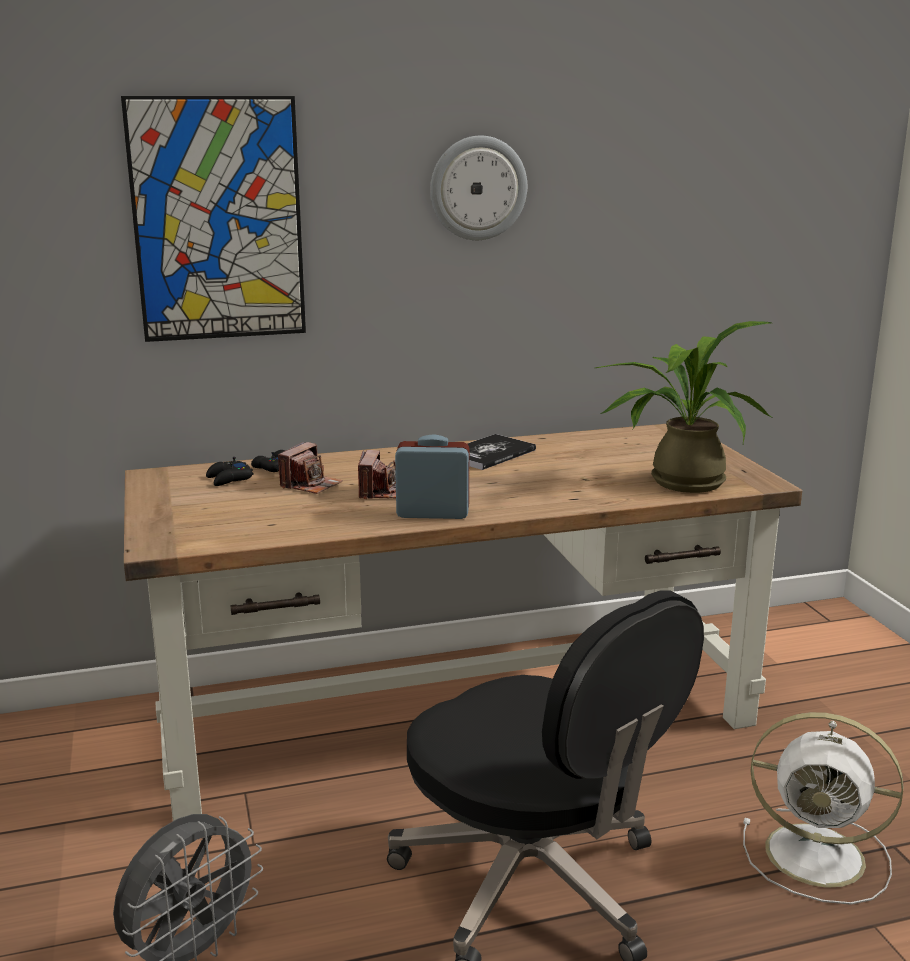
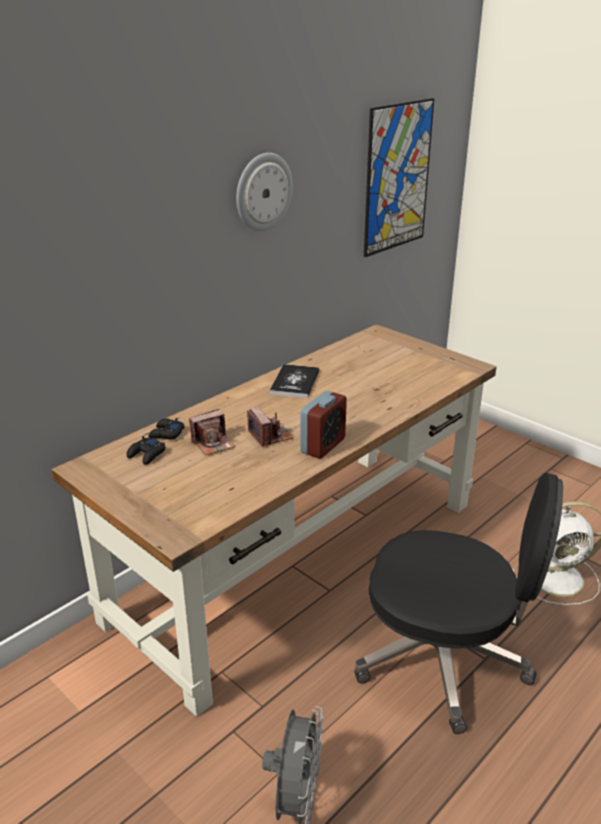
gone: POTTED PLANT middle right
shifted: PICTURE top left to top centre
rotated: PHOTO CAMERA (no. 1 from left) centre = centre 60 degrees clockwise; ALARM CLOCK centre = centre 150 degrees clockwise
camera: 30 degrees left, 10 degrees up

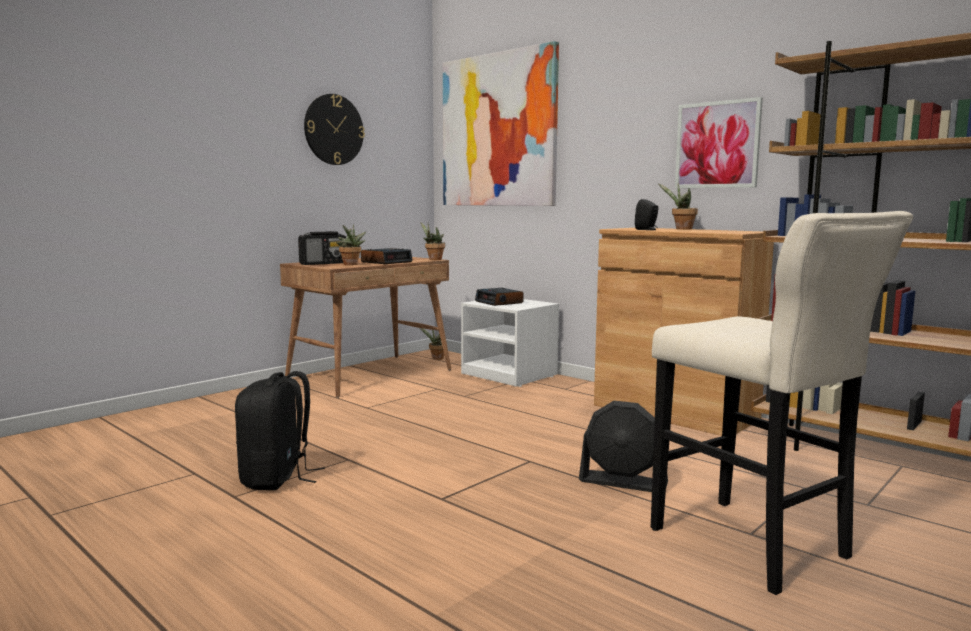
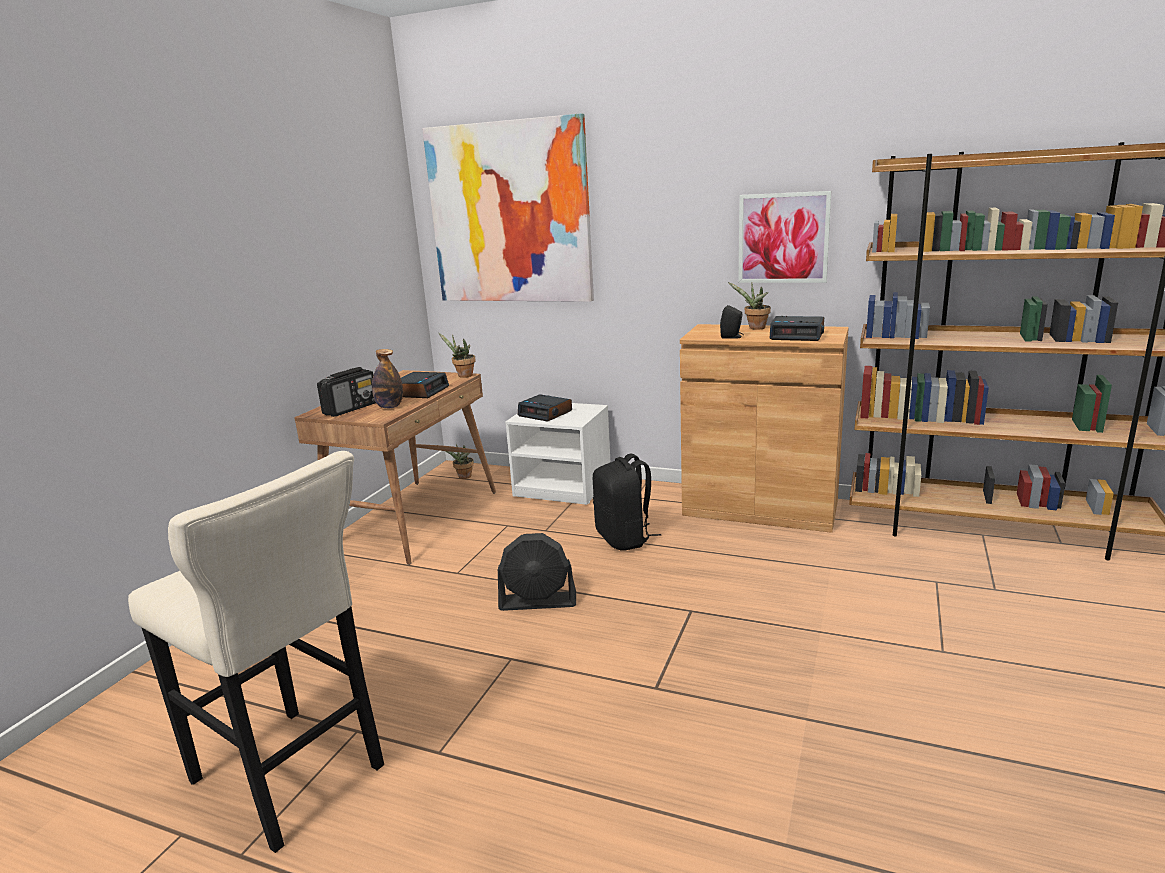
gone: WALL CLOCK top centre
new: ALARM CLOCK (no. 3 from left) middle right
shifted: BLACK BACKPACK bottom left to centre; BLACK FAN bottom centre to centre; BEIGE STOOL middle right to bottom left
swapped: POTTED PLANT (no. 1 from left) centre to BOTTLE middle left
camera: 20 degrees left, 10 degrees up

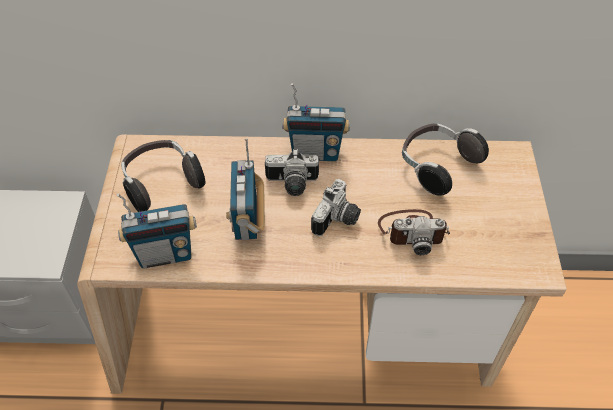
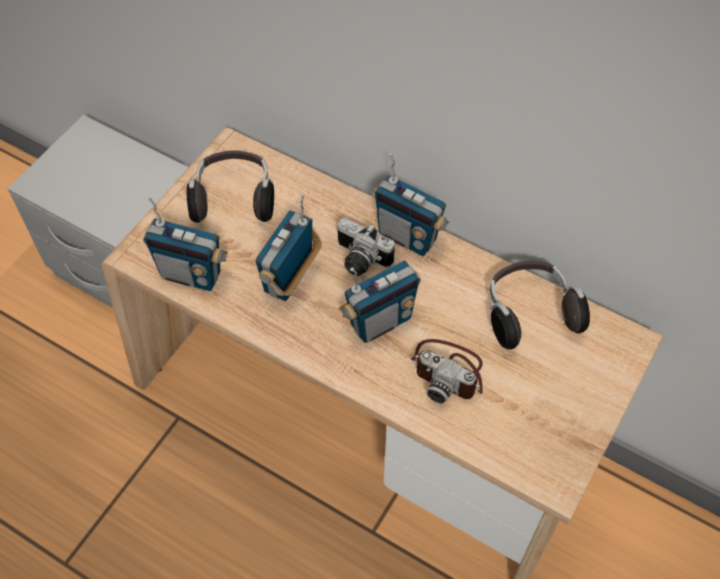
swapped: PHOTO CAMERA (no. 2 from left) centre to RADIO (no. 3 from left) centre
camera: 30 degrees right, 5 degrees up

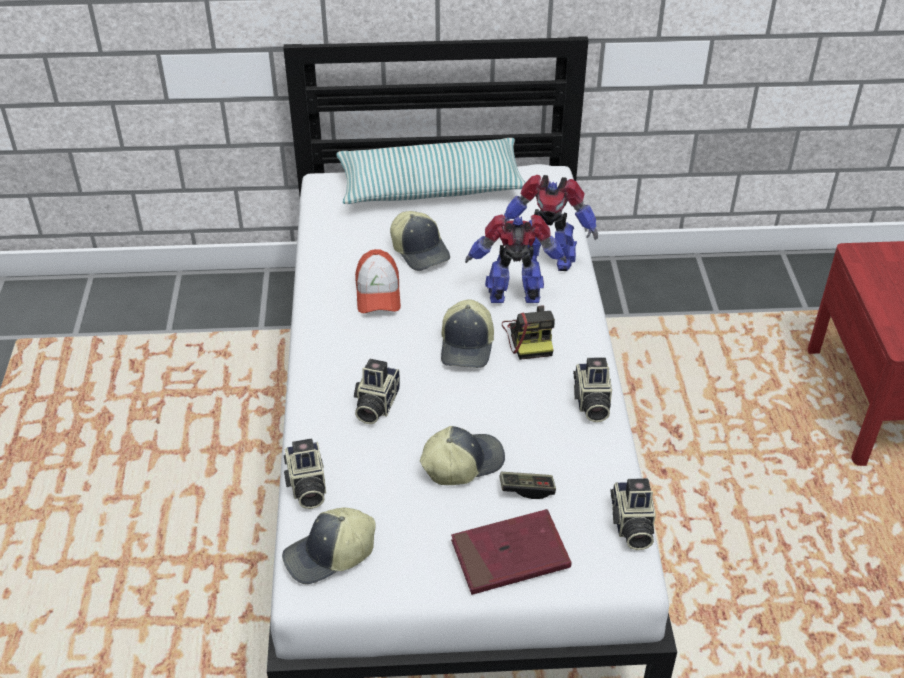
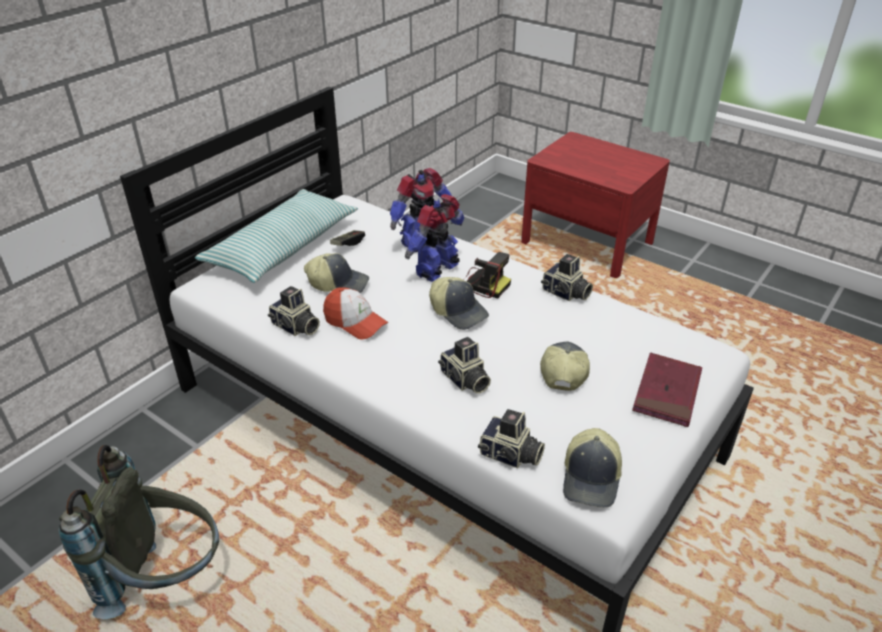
new: GREY BACKPACK bottom left
shifted: GAME CONTROLLER bottom centre to centre; PHOTO CAMERA (no. 5 from left in the first image) bottom right to PHOTO CAMERA (no. 1 from left) centre
camera: 50 degrees left, 5 degrees down

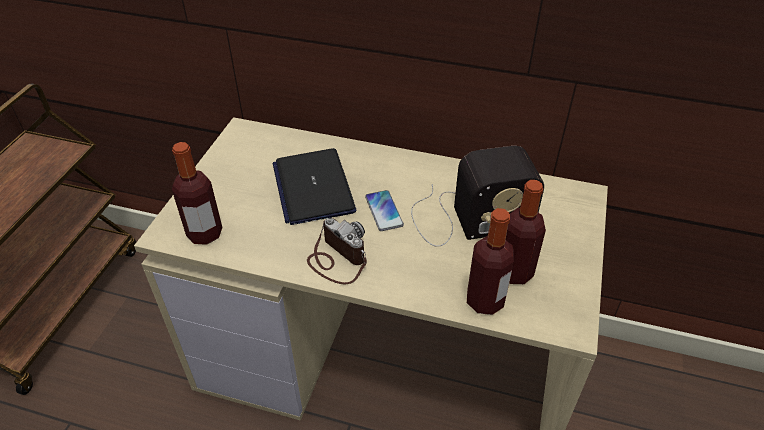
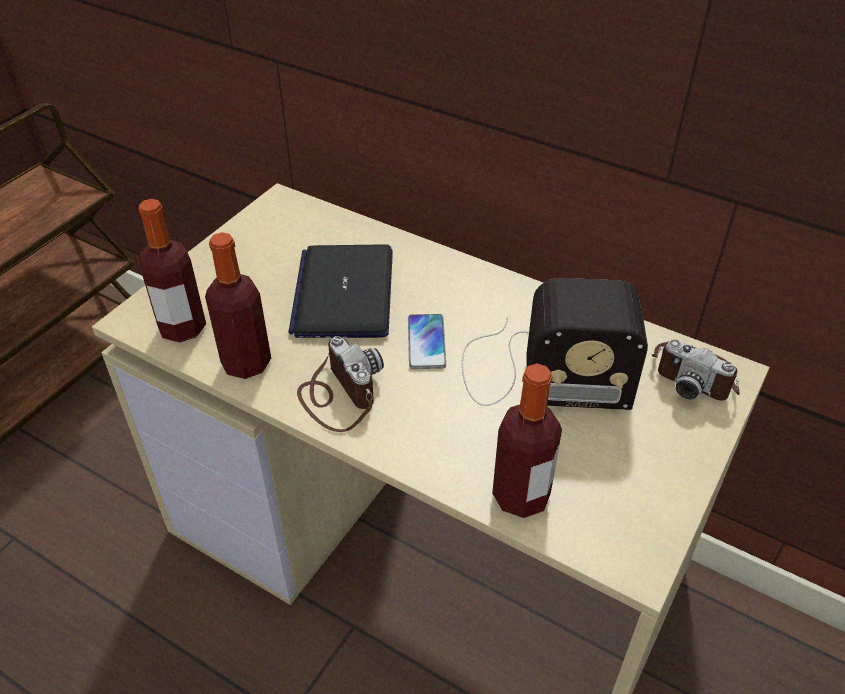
new: PHOTO CAMERA (no. 2 from left) middle right
shifted: BOTTLE (no. 3 from left in the first image) middle right to BOTTLE (no. 2 from left) middle left
camera: 15 degrees right, 0 degrees up

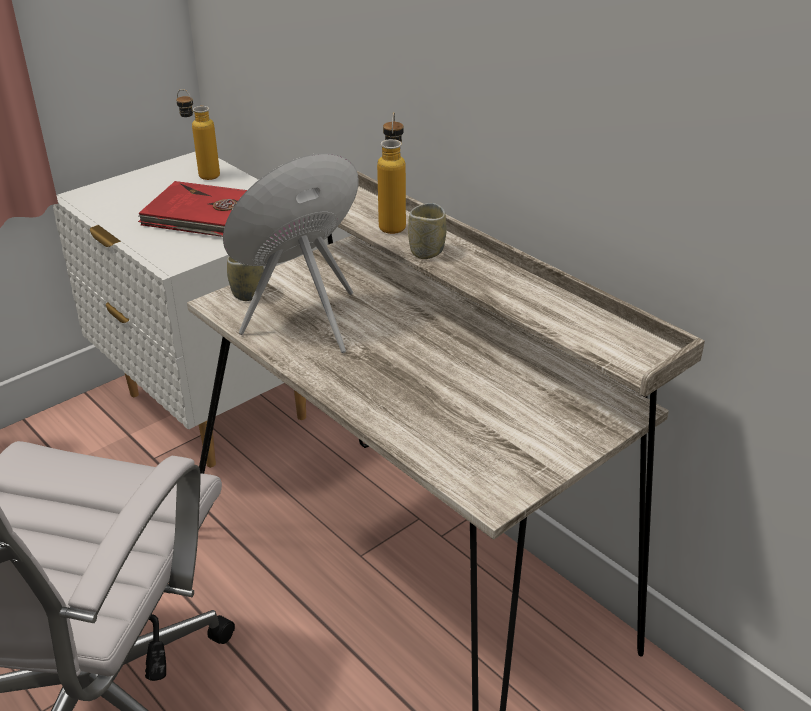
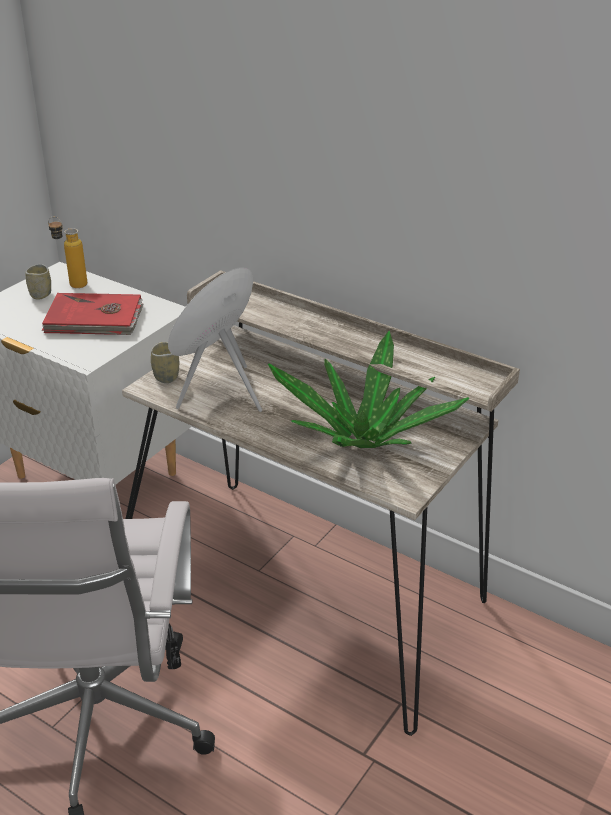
gone: BOTTLE (no. 2 from left) top centre
new: POTTED PLANT centre
shifted: CUP (no. 2 from left in the first image) top centre to CUP (no. 1 from left) middle left
camera: 15 degrees left, 0 degrees up

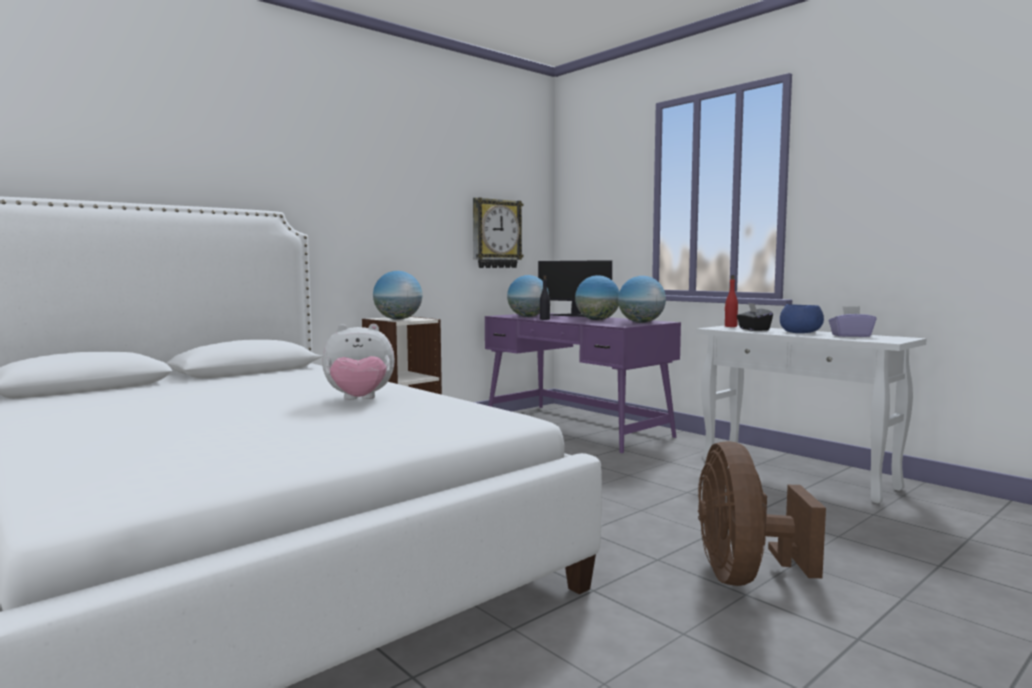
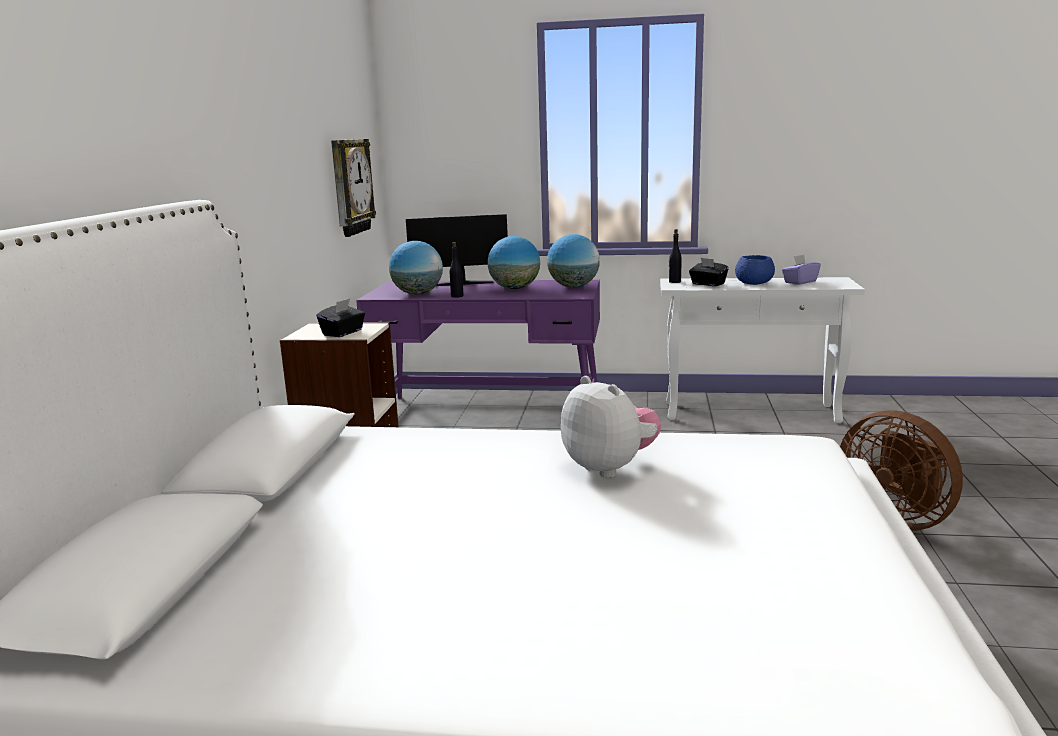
swapped: GLOBE (no. 1 from left) centre to BLACK TISSUE BOX (no. 1 from left) middle left
repainted: RED BOTTLE middle right to BLACK BOTTLE (no. 2 from left) centre
rotated: PLUSH TOY centre = centre 75 degrees counterclockwise
camera: 40 degrees left, 10 degrees up

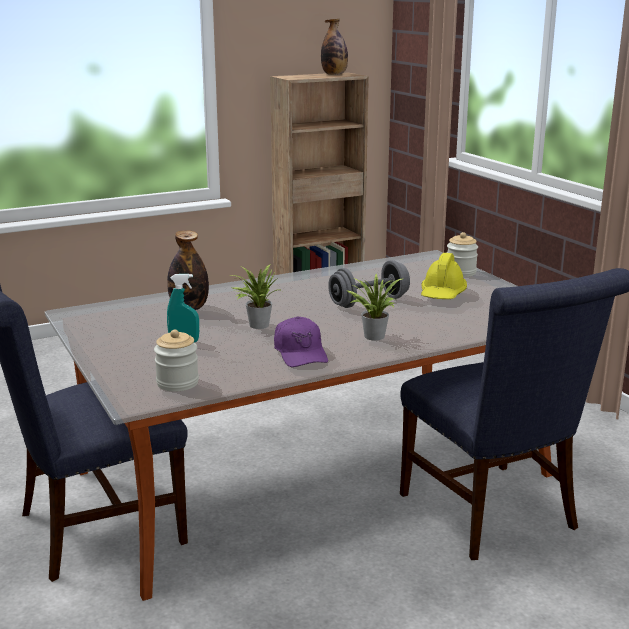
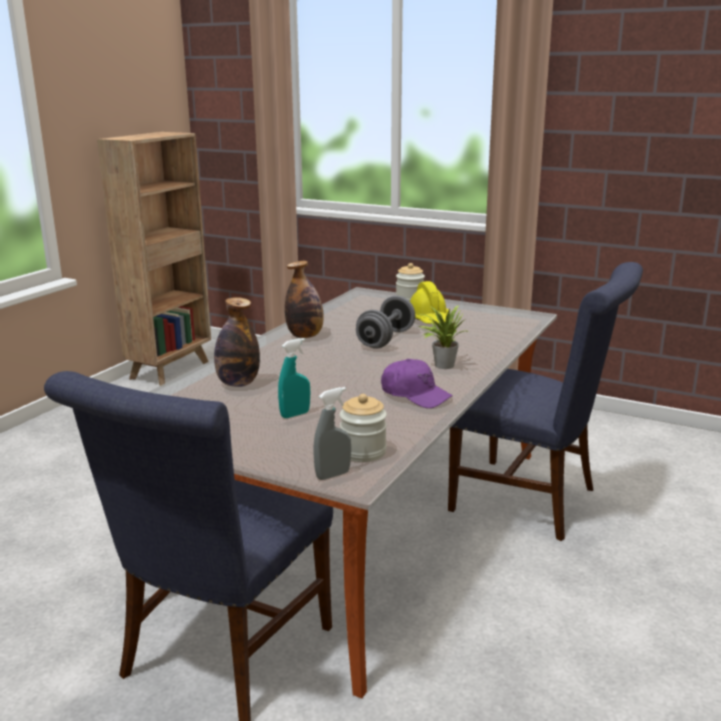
gone: POTTED PLANT (no. 1 from left) centre
new: GREY SPRAY BOTTLE centre
shifted: BOTTLE (no. 2 from left) top centre to centre
camera: 35 degrees left, 0 degrees up

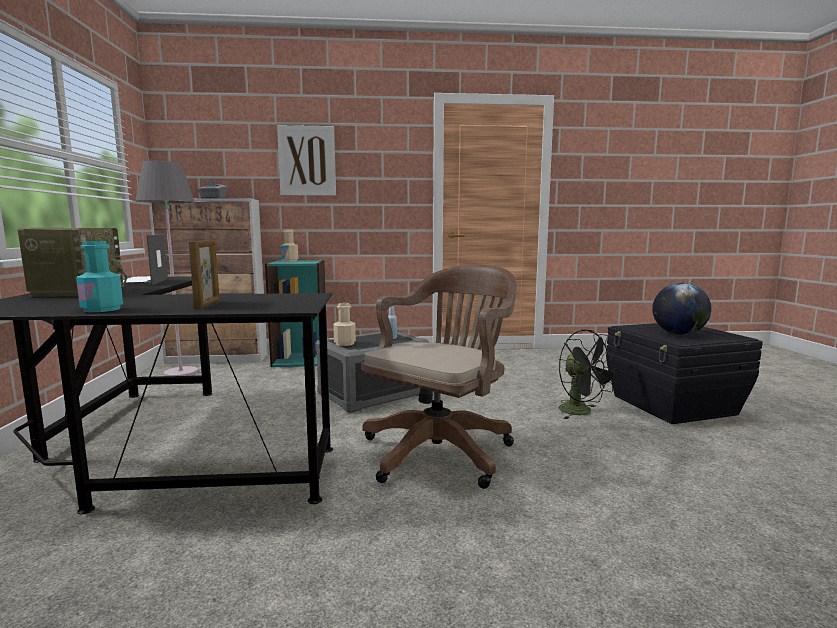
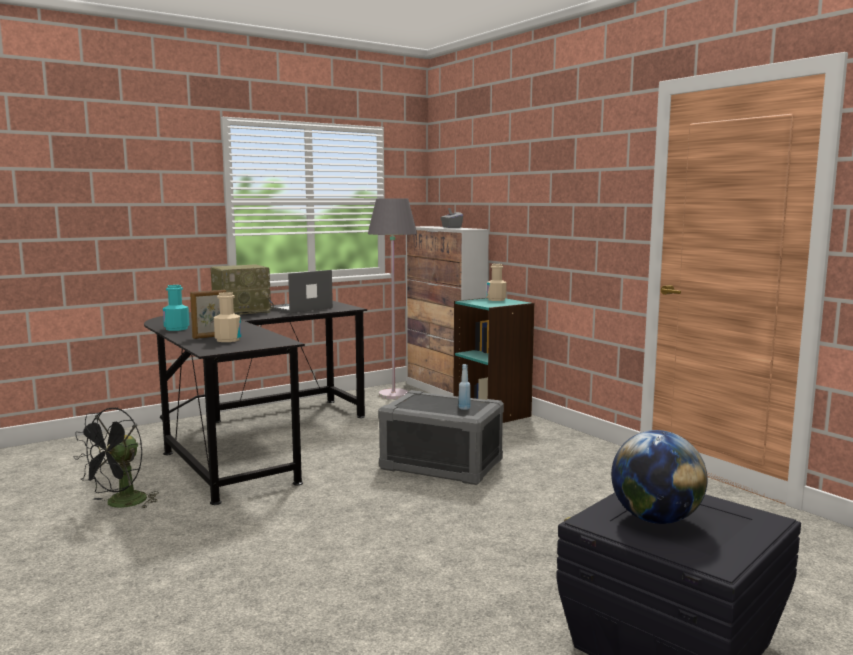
gone: PICTURE top centre; BROWN OFFICE CHAIR centre
shifted: BEIGE BOTTLE (no. 2 from left in the first image) centre to BEIGE BOTTLE (no. 1 from left) middle left; BLACK FAN middle right to bottom left
camera: 60 degrees right, 0 degrees up

